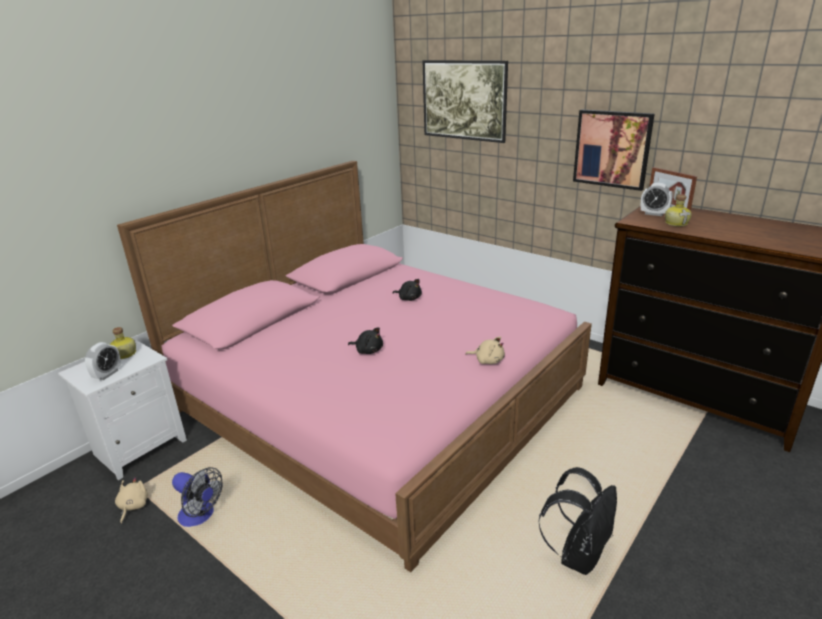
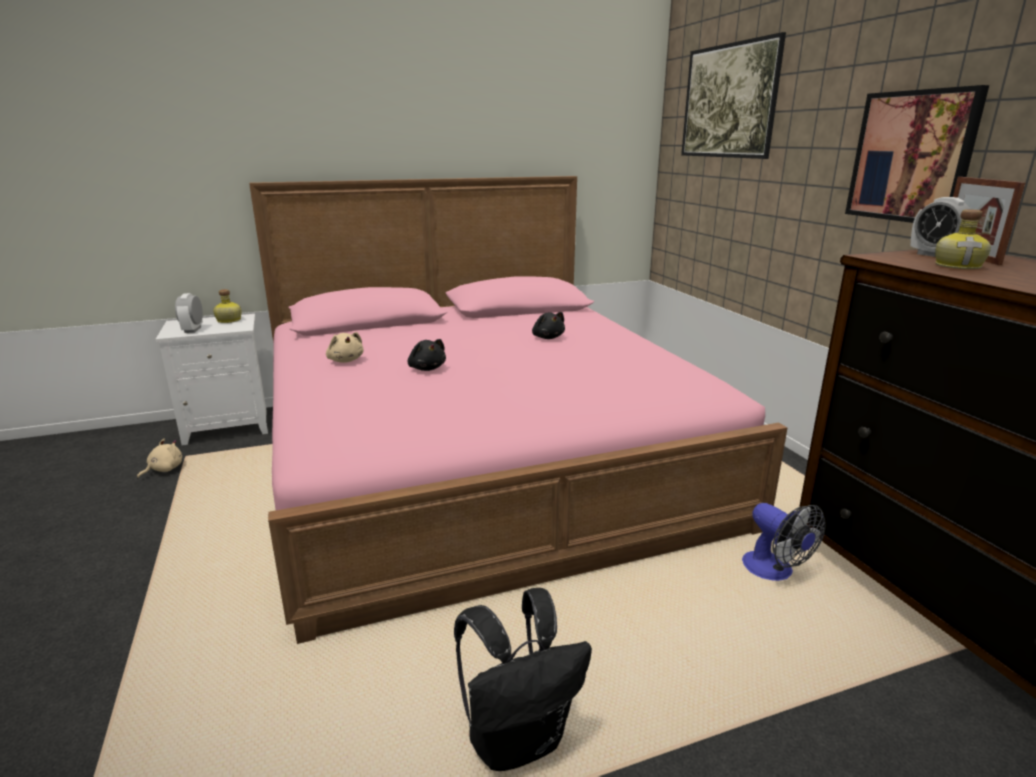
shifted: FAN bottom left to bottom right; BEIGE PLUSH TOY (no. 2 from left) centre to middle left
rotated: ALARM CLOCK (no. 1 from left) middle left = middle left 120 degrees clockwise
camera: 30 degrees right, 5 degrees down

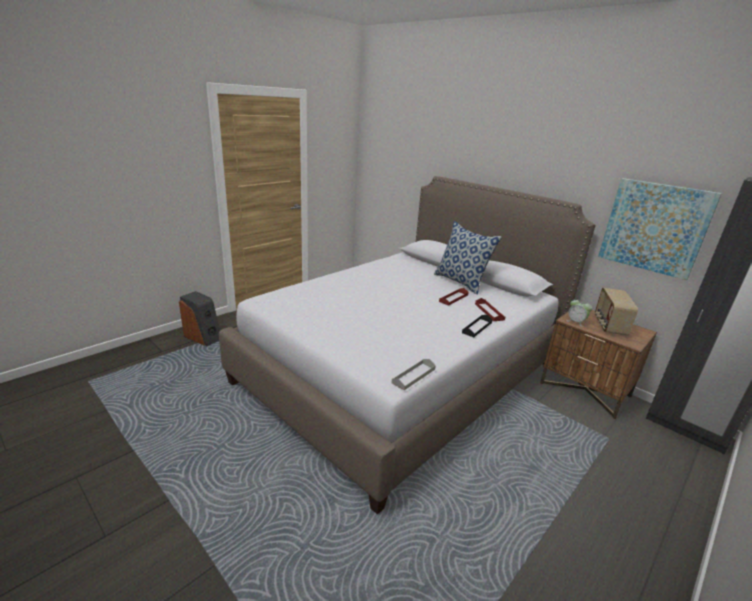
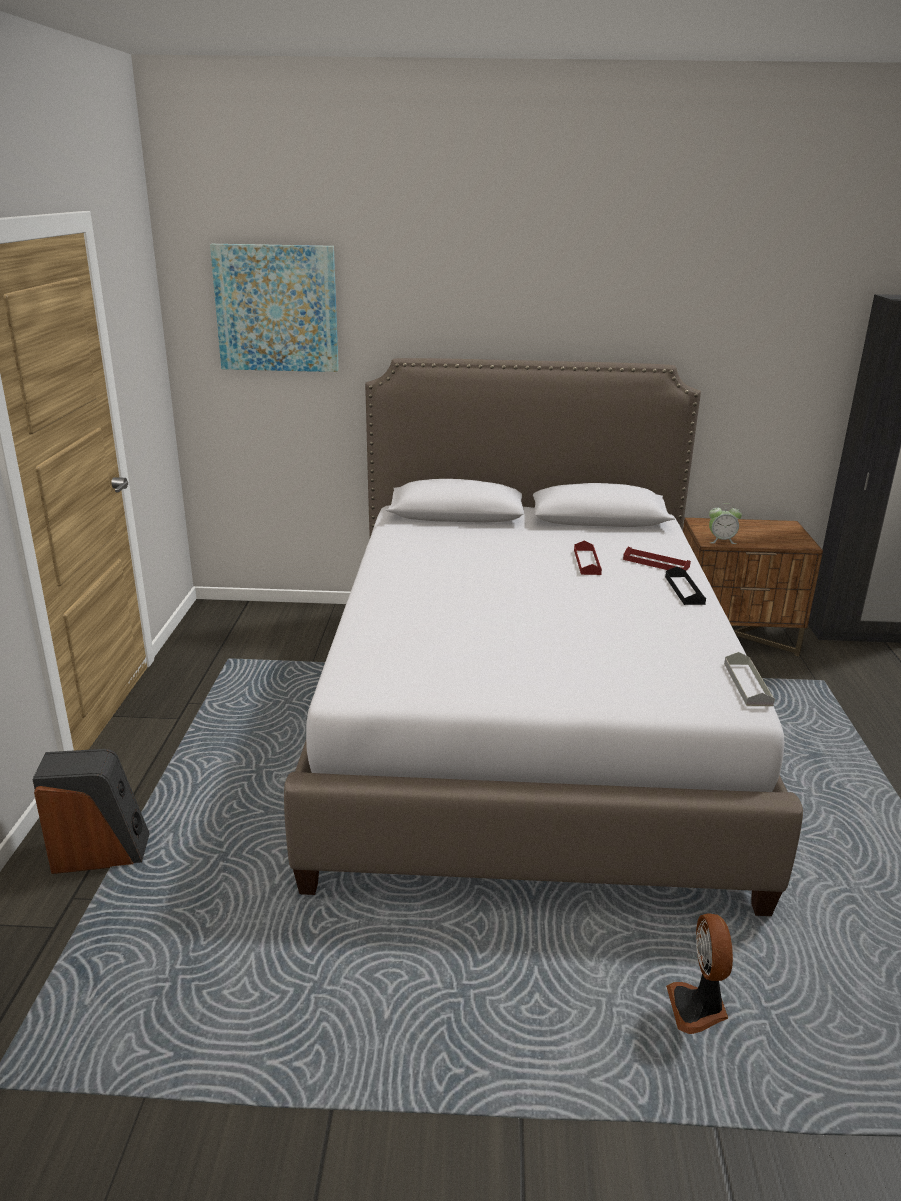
gone: PILLOW centre; RADIO middle right
new: FAN bottom right
shifted: PICTURE middle right to top left
camera: 40 degrees left, 0 degrees up

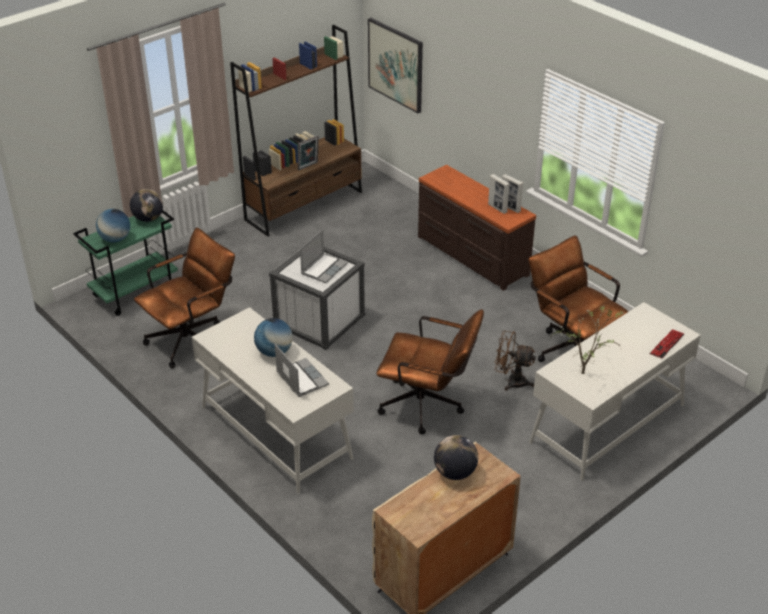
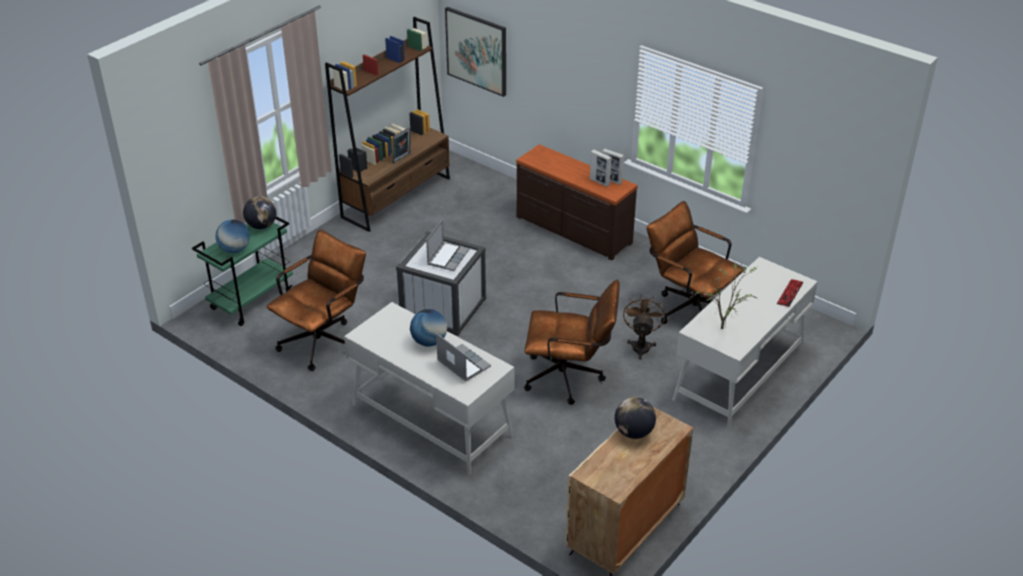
rotated: BROWN FAN middle right = centre 90 degrees clockwise
camera: 10 degrees left, 0 degrees up

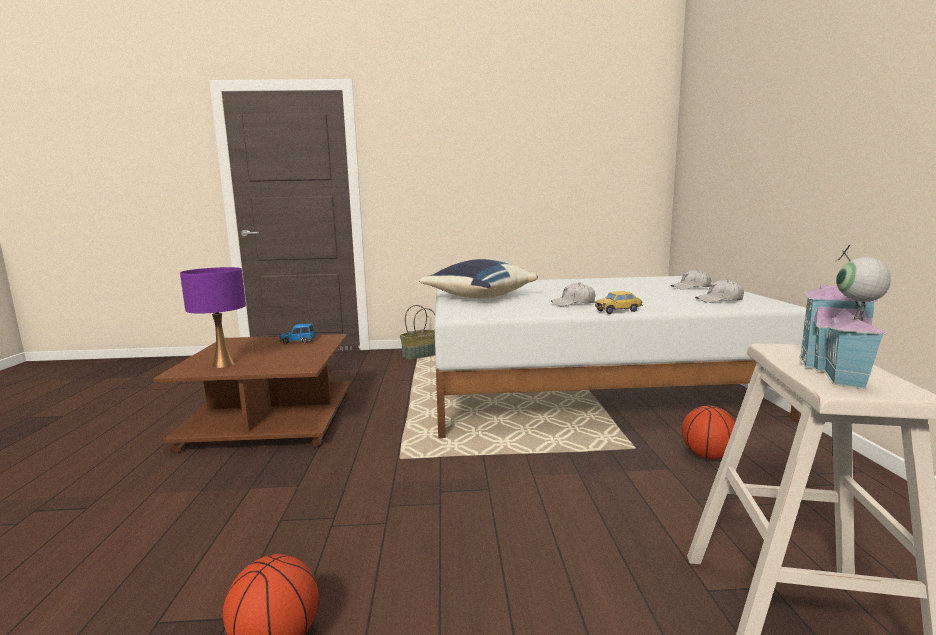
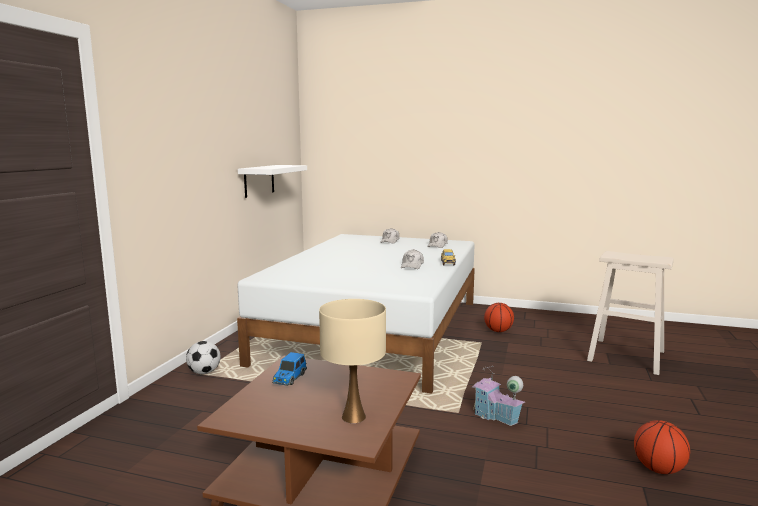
gone: BLUE PILLOW centre
new: WHITE SHELF centre
shifted: TOY HOUSE middle right to bottom centre
swapped: BASKET centre to FOOTBALL bottom left
repainted: PURPLE TABLE LAMP middle left to BEIGE TABLE LAMP bottom centre
camera: 70 degrees left, 0 degrees up

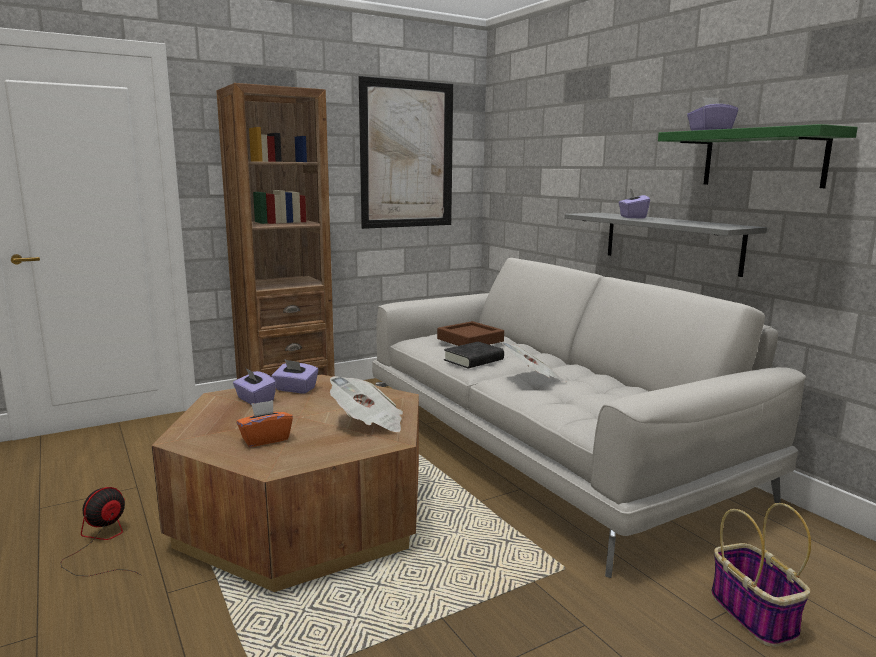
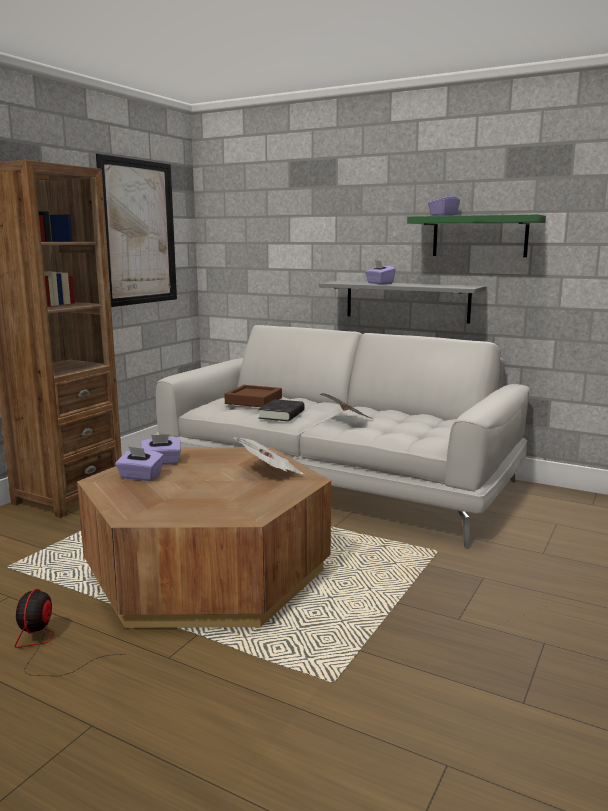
gone: ORANGE TISSUE BOX middle left; BASKET bottom right
camera: 30 degrees left, 0 degrees up

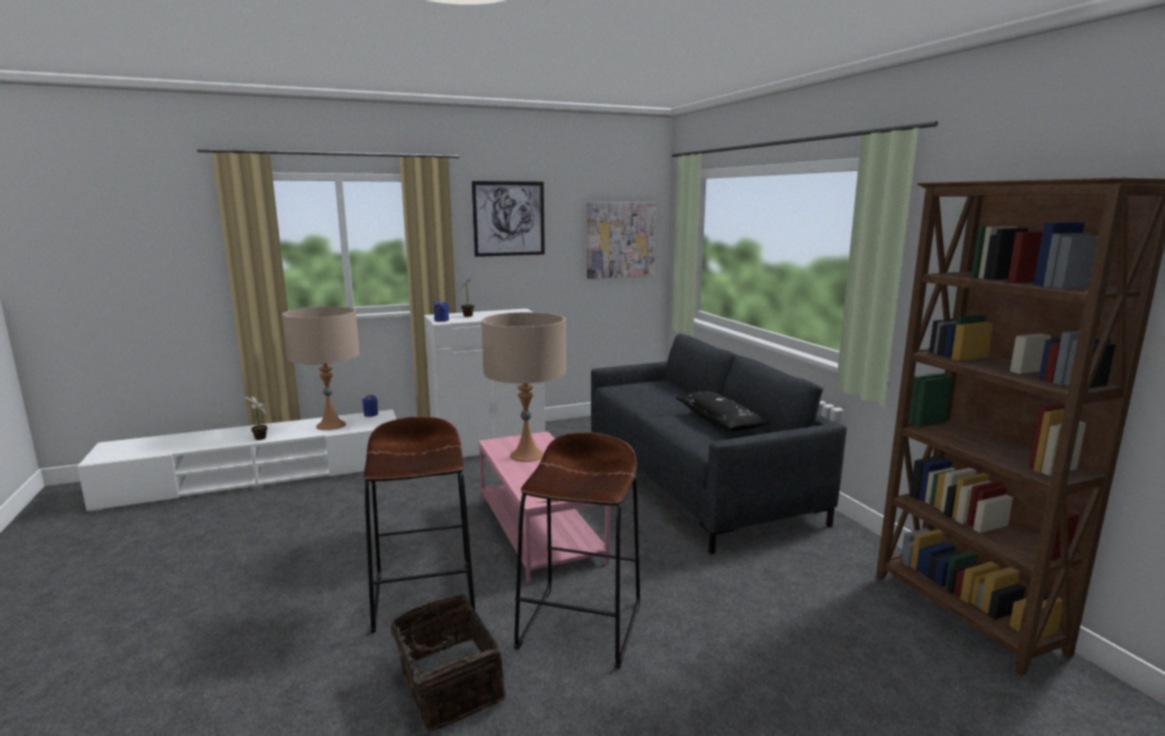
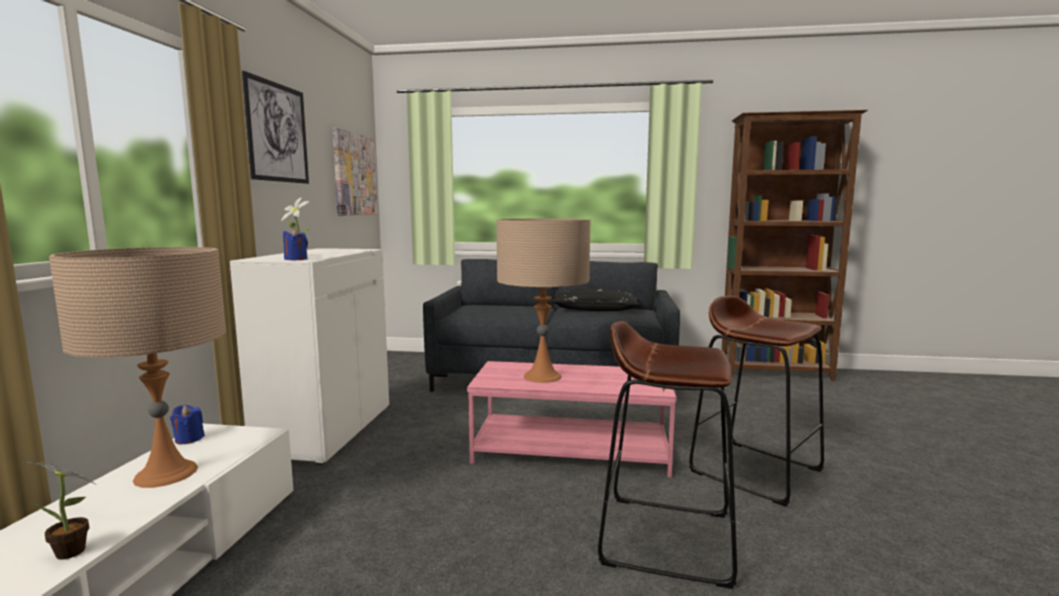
gone: BASKET bottom centre
camera: 60 degrees left, 5 degrees down

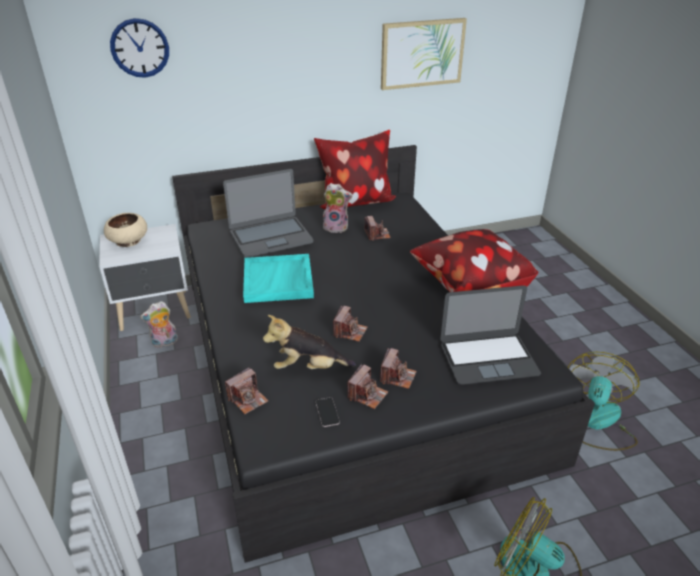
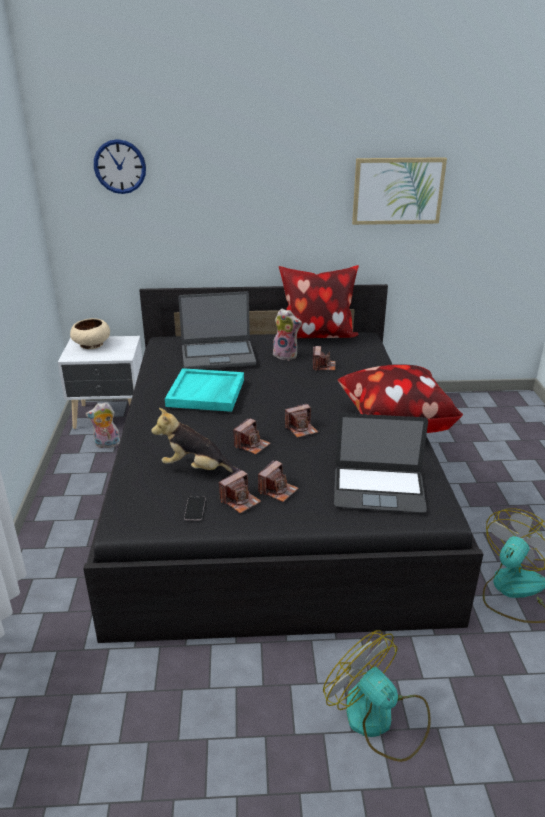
shifted: PHOTO CAMERA (no. 1 from left in the first image) bottom centre to PHOTO CAMERA (no. 4 from left) centre
camera: 15 degrees right, 5 degrees down

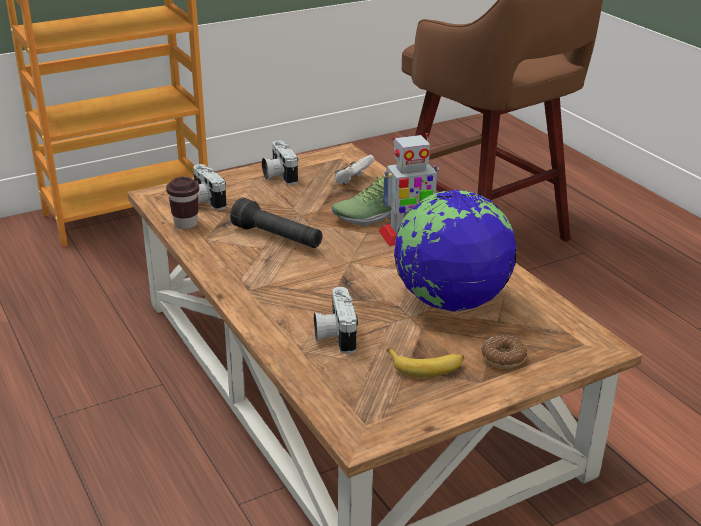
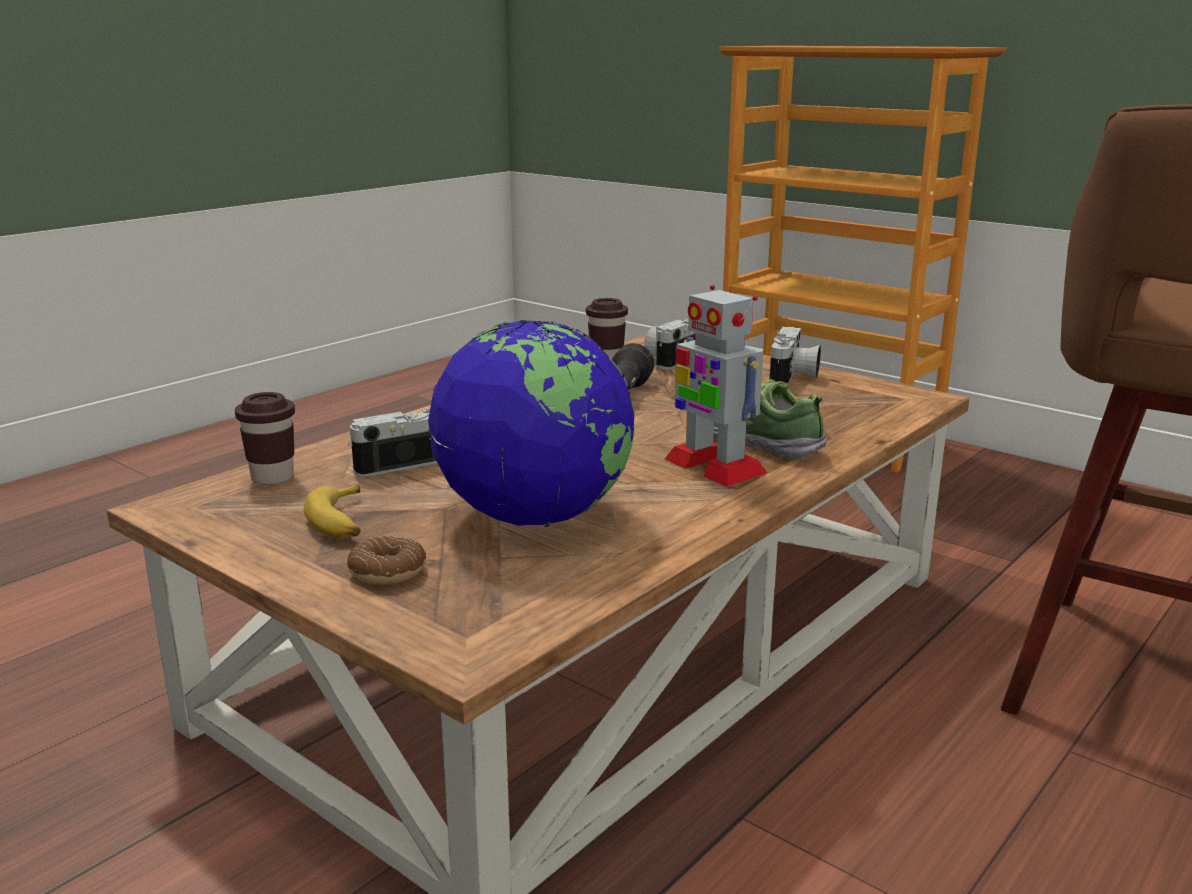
gone: WHITE GAME CONTROLLER top centre
new: BROWN CUP (no. 1 from left) middle left
rotated: PHOTO CAMERA (no. 2 from left in the first image) top centre = middle right 150 degrees clockwise
camera: 70 degrees right, 10 degrees down

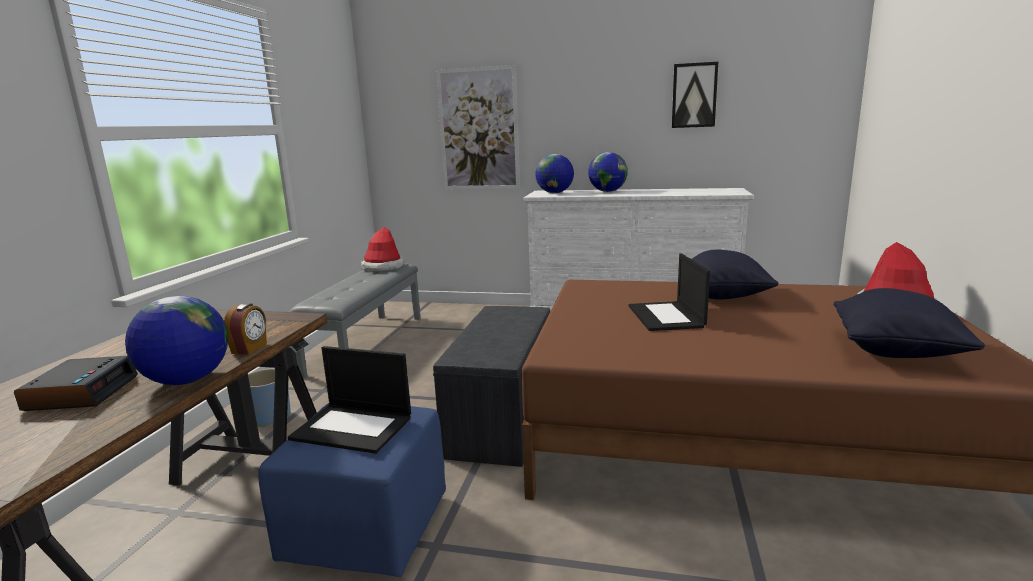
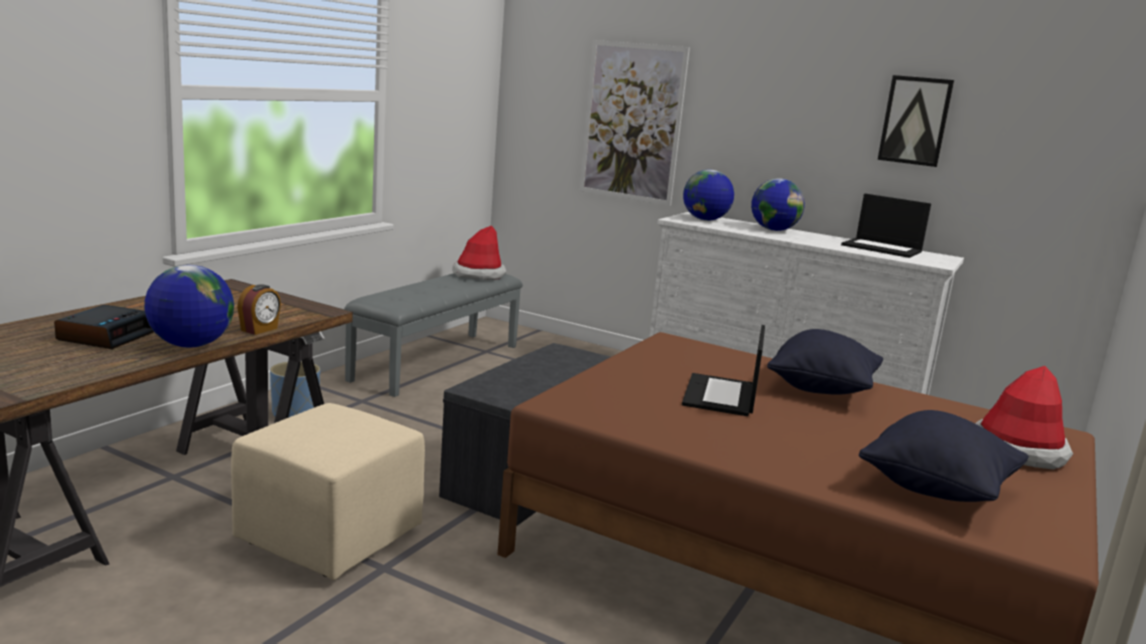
shifted: LAPTOP (no. 1 from left in the first image) bottom centre to LAPTOP (no. 2 from left) middle right
repainted: BLUE OTTOMAN bottom centre to BEIGE OTTOMAN bottom left
camera: 15 degrees right, 0 degrees up

